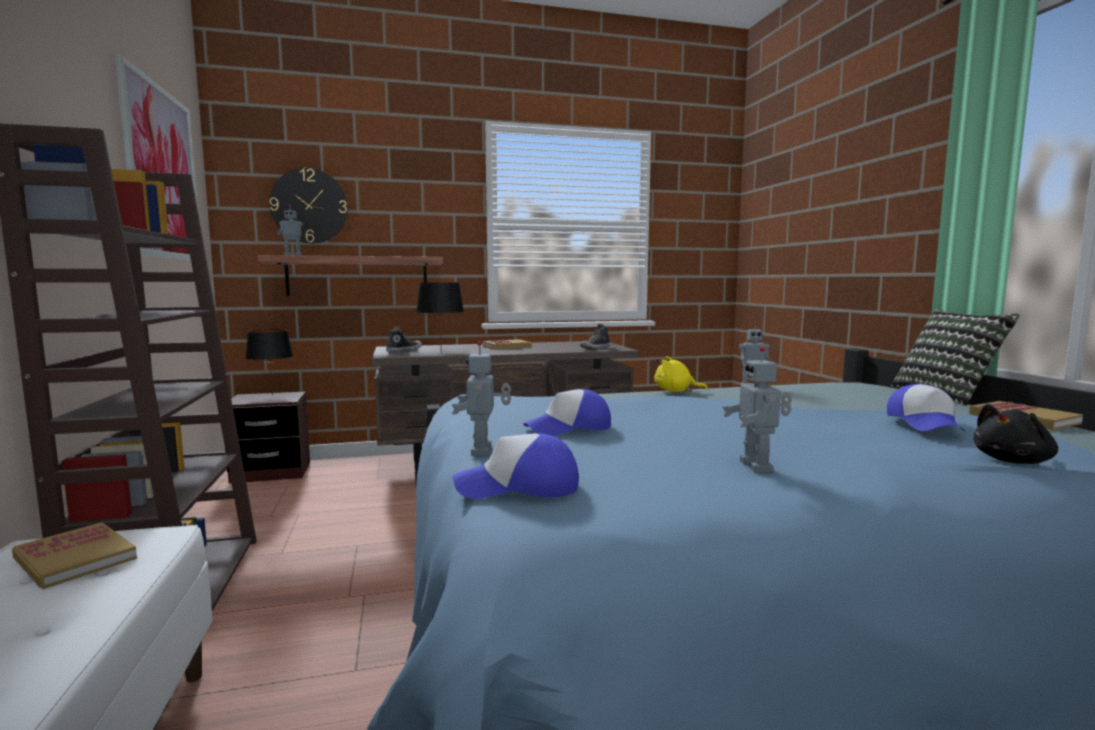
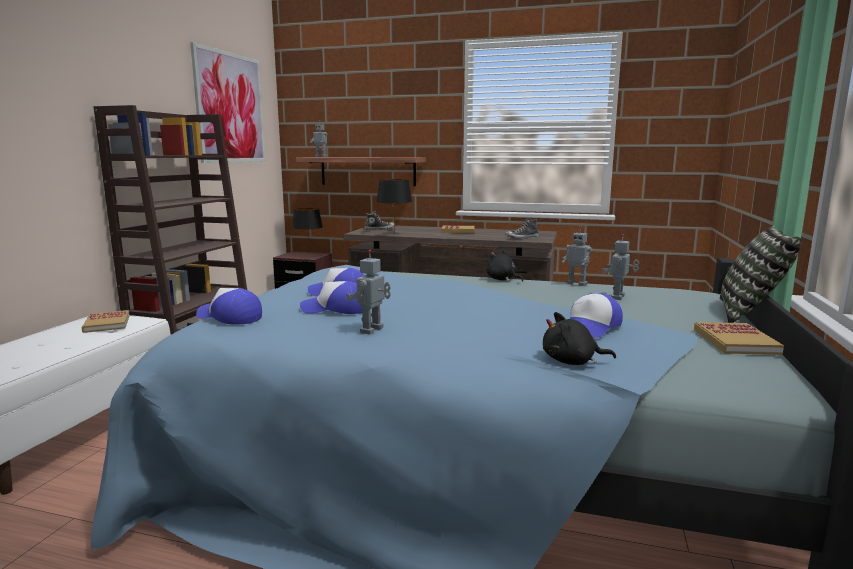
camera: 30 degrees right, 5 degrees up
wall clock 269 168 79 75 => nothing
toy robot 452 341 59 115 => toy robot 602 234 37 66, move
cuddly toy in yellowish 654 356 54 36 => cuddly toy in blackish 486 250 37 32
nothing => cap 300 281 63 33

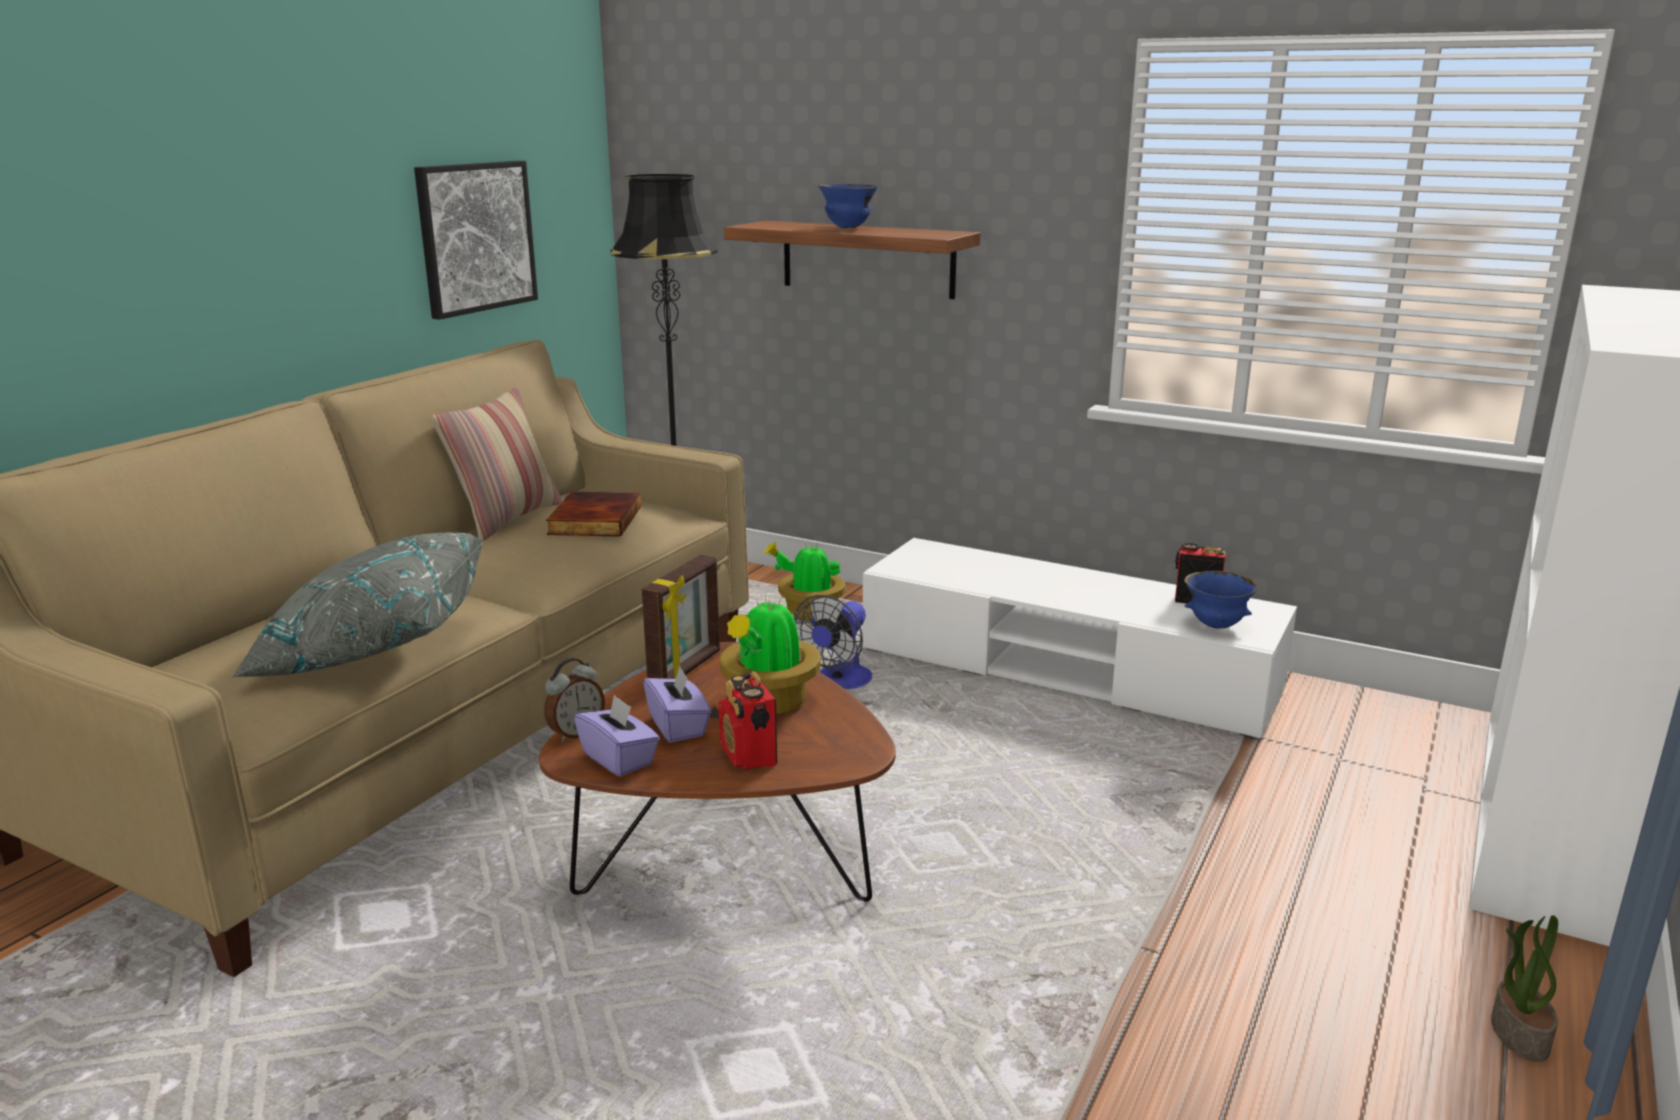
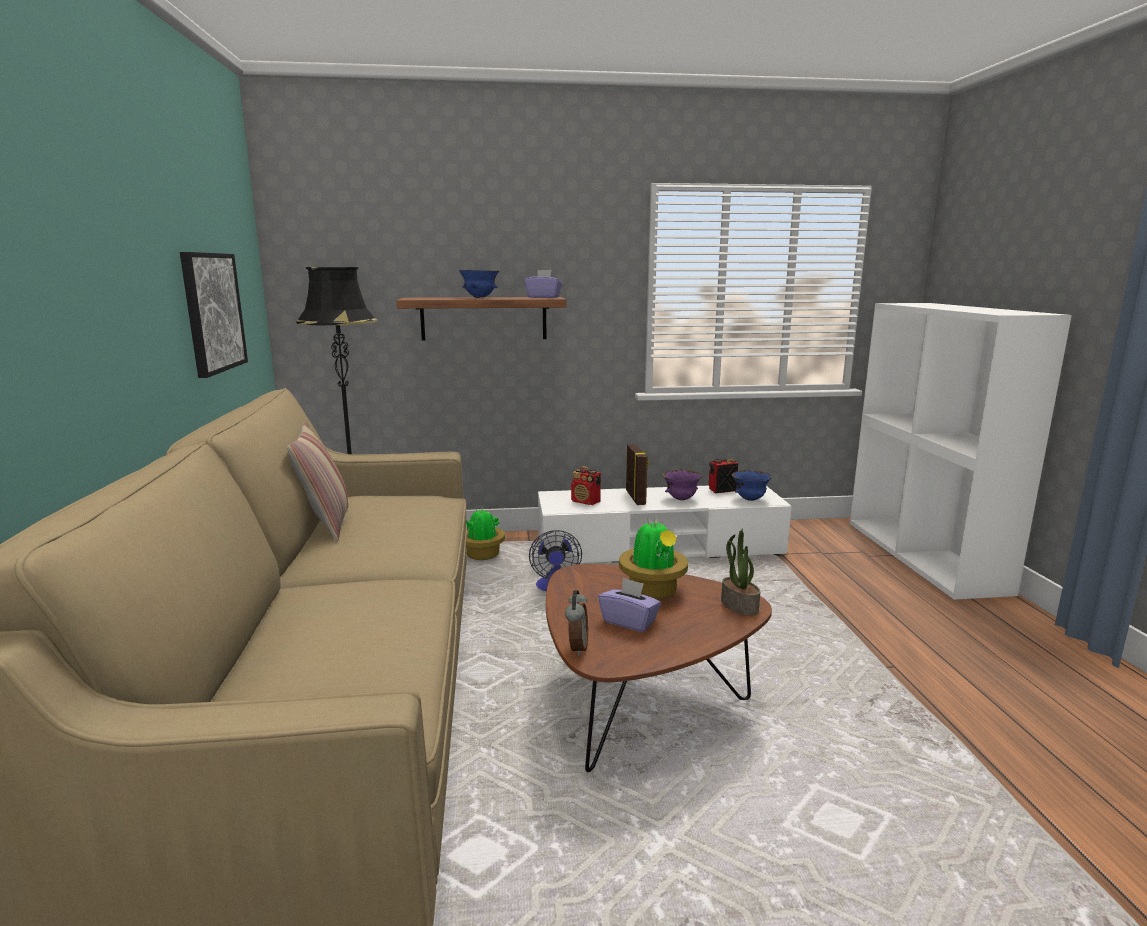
camera: 35 degrees left, 5 degrees down
volume 546 492 96 44 => nothing
throw pillow in gray 231 533 252 145 => nothing
standing frame 642 555 78 124 => standing frame 626 444 23 61, move
radio 718 671 59 99 => radio 571 466 30 39, move
tissue holder in purplish 574 694 86 83 => tissue holder in purplish 524 270 38 28, move
potted plant 1491 915 67 147 => potted plant 721 528 39 88, move
nothing => bowl in purplish 662 469 40 31

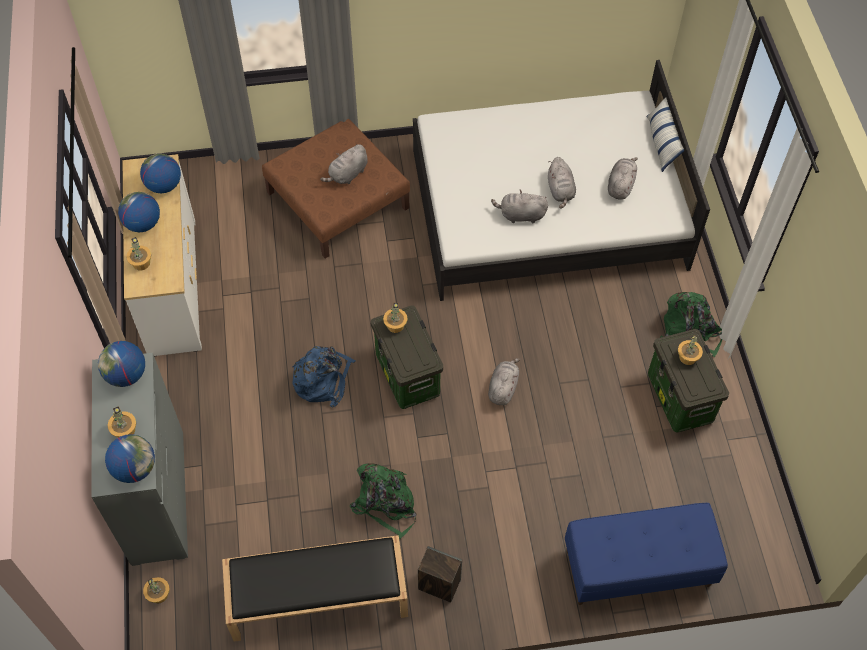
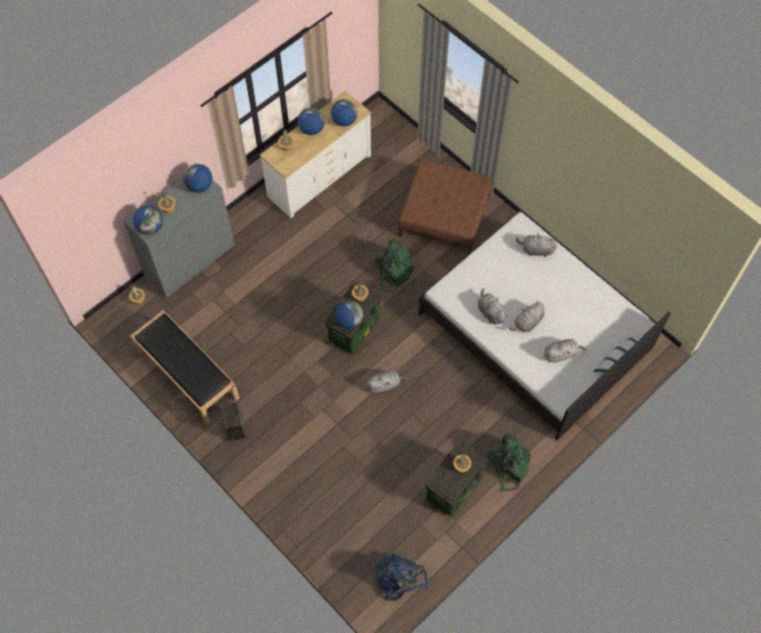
camera: 55 degrees right, 5 degrees up
cuddly toy in gray 320 144 48 40 => cuddly toy in gray 516 233 41 24, move
knapsack in blue-coloured 292 346 64 62 => knapsack in blue-coloured 376 553 53 48, move
knapsack in green 350 463 67 76 => knapsack in green 375 239 41 52, move
bench in blue-coloured 565 503 163 102 => nothing
nothing => globe 335 300 28 29

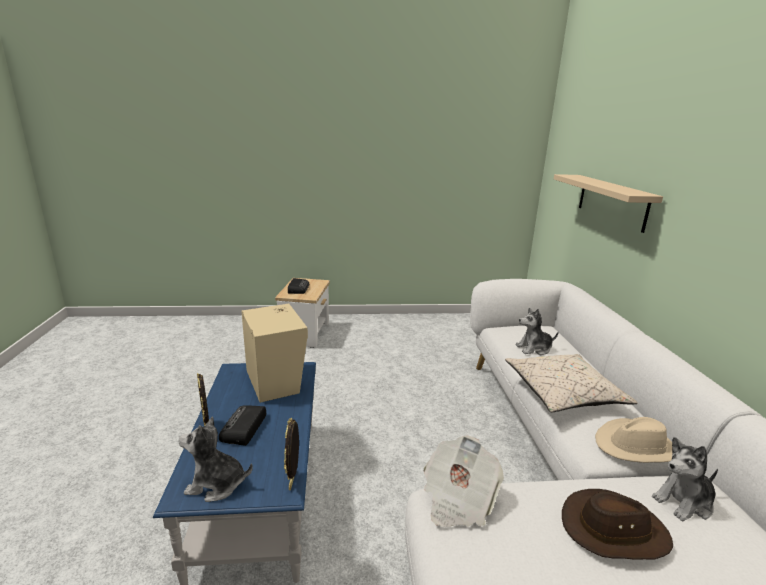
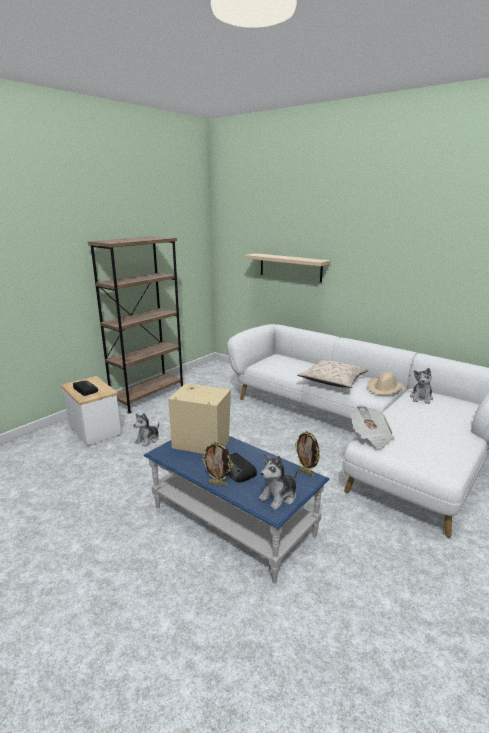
camera: 45 degrees left, 0 degrees up
cuddly toy 516 308 43 47 => cuddly toy 133 413 26 34, move
wearable hat in brownish 562 489 111 71 => nothing
nothing => bookshelf in brownish 88 236 95 177

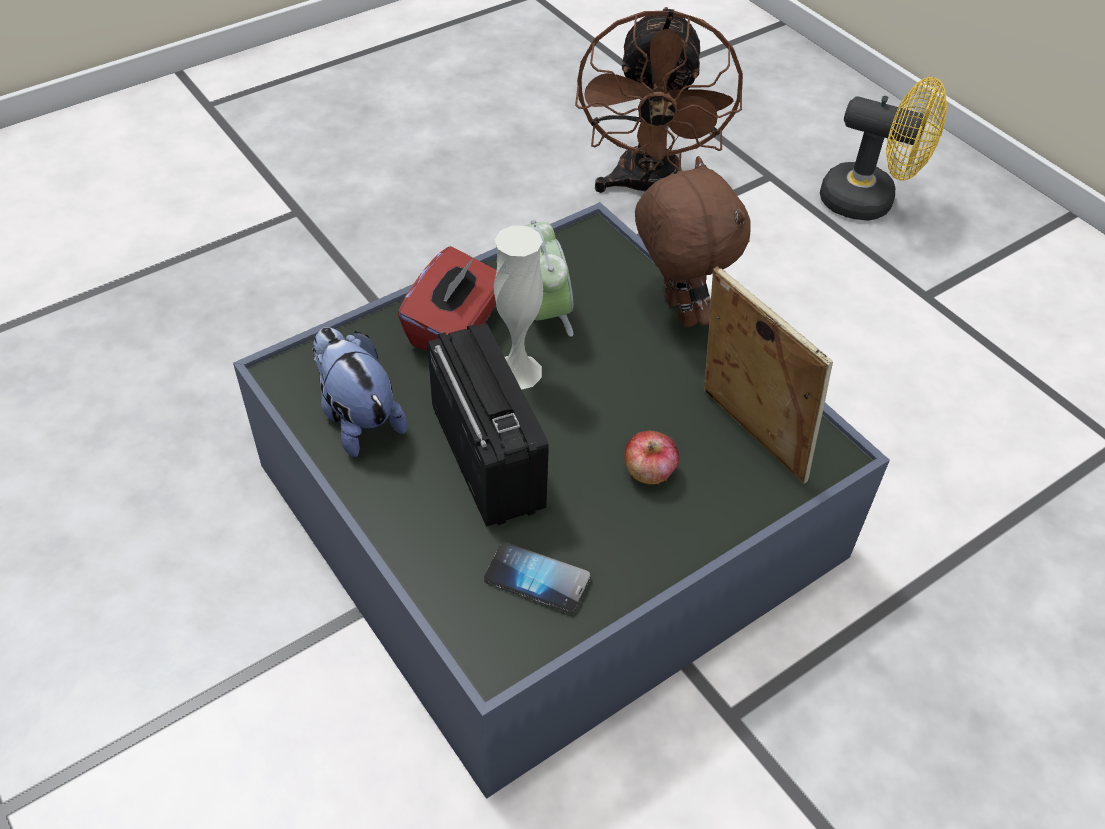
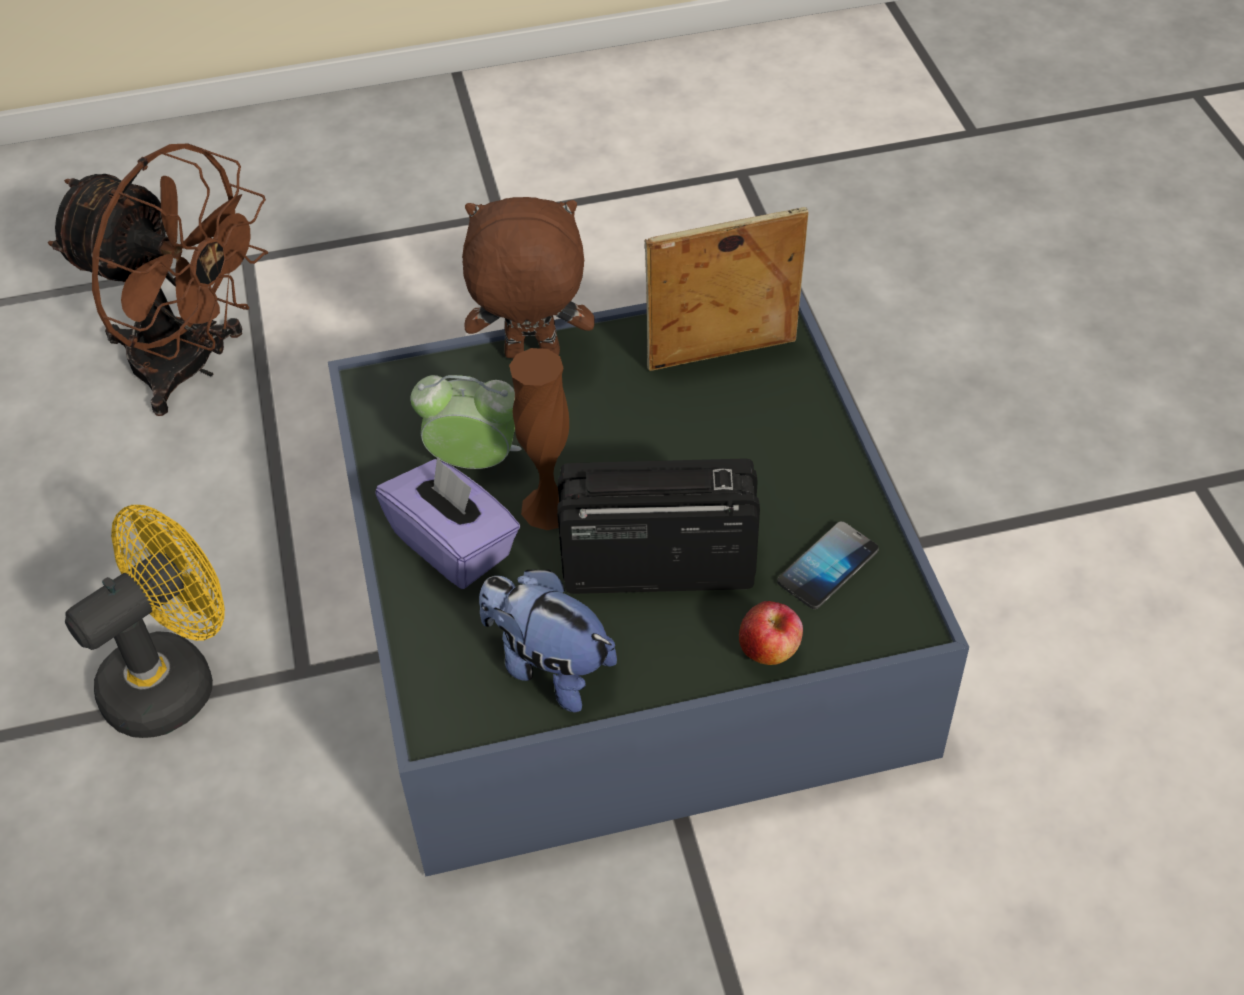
camera: 65 degrees left, 0 degrees up
cooling fan in yellowish 820 77 127 144 => cooling fan in yellowish 65 505 160 233, move
vase in white 494 226 49 164 => vase in brownish 509 348 60 182
tissue holder in reddish 398 246 99 105 => tissue holder in purplish 375 456 145 133
cuddly toy 312 327 95 130 => cuddly toy 479 569 138 143, 45 degrees clockwise
whole apple 624 431 55 54 => whole apple 739 601 64 64, move

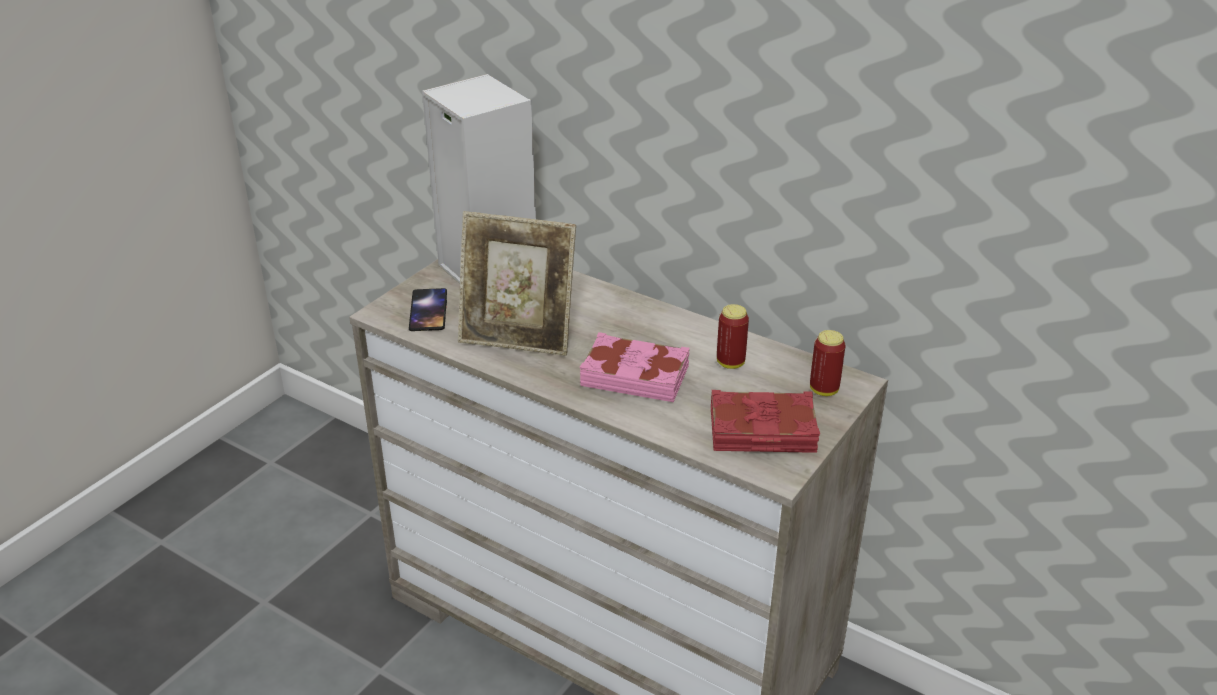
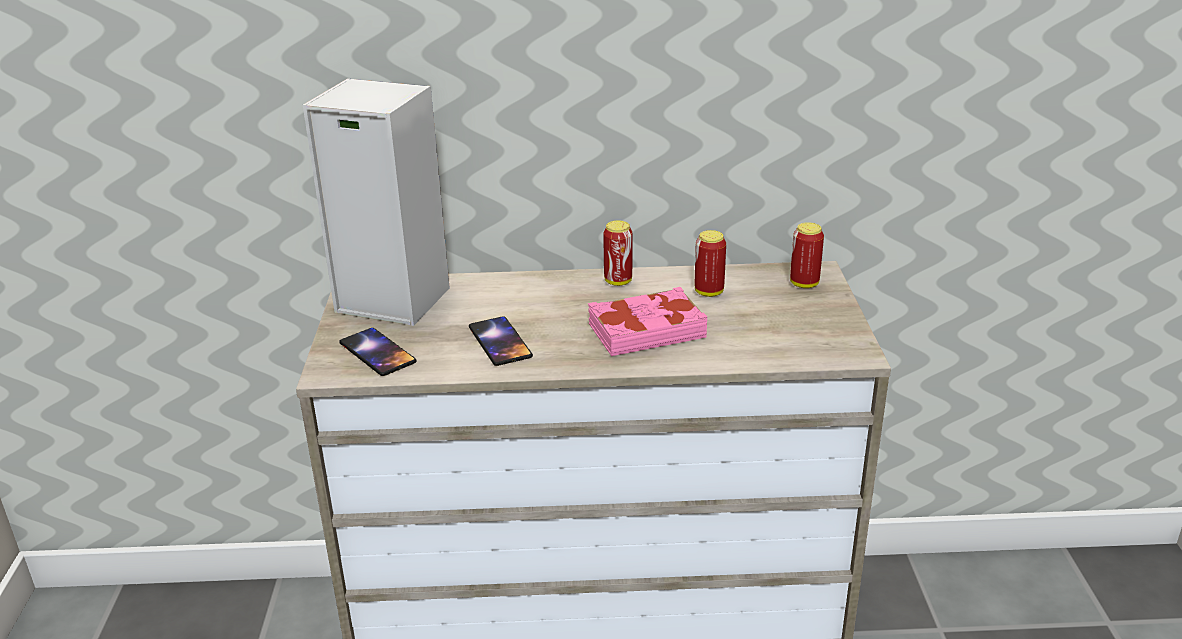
camera: 35 degrees left, 5 degrees down
standing frame 458 211 118 145 => telephone 469 316 64 50
volume in reddish 711 390 109 63 => nothing
nothing => metal can 603 220 30 66

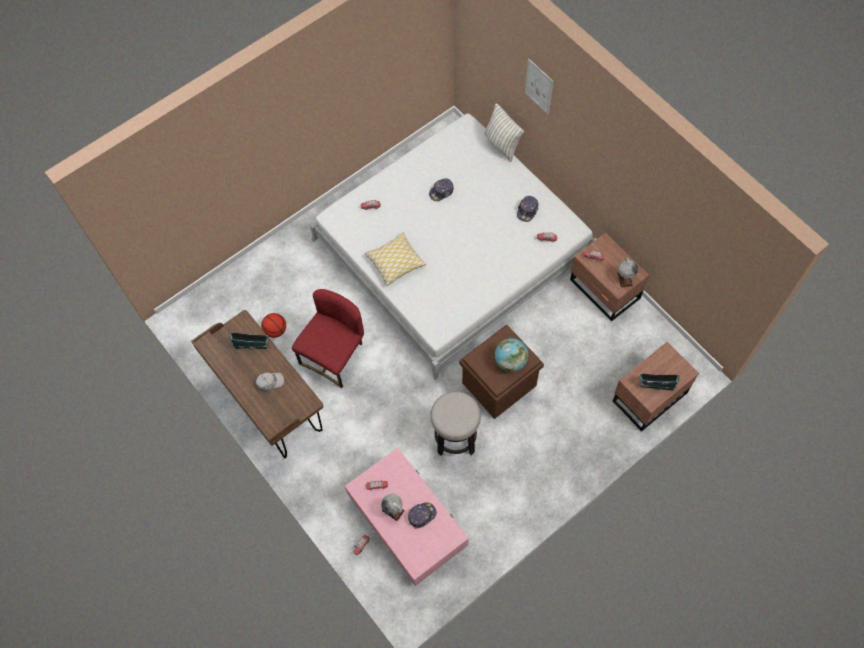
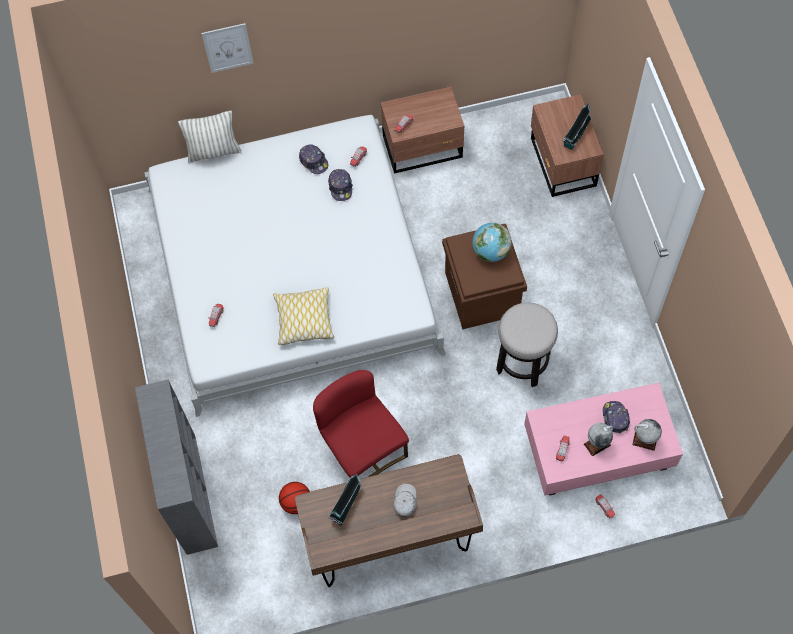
camera: 65 degrees left, 0 degrees up
cap 429 178 25 23 => cap 328 169 25 32, move
globe 617 258 21 30 => globe 632 419 30 32, move
nothing => bookshelf in gray 135 379 83 176

